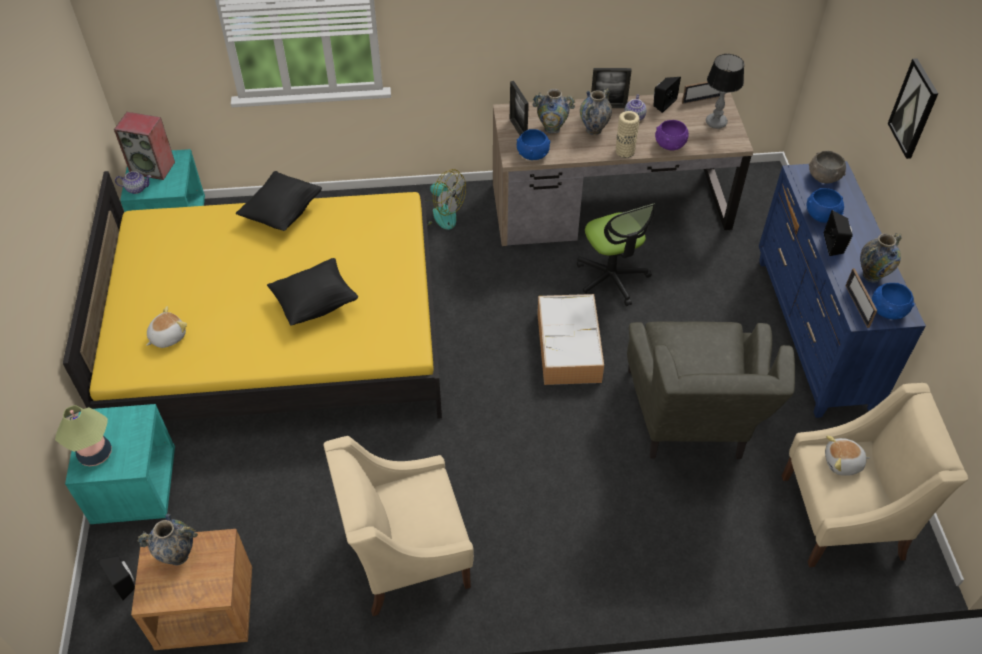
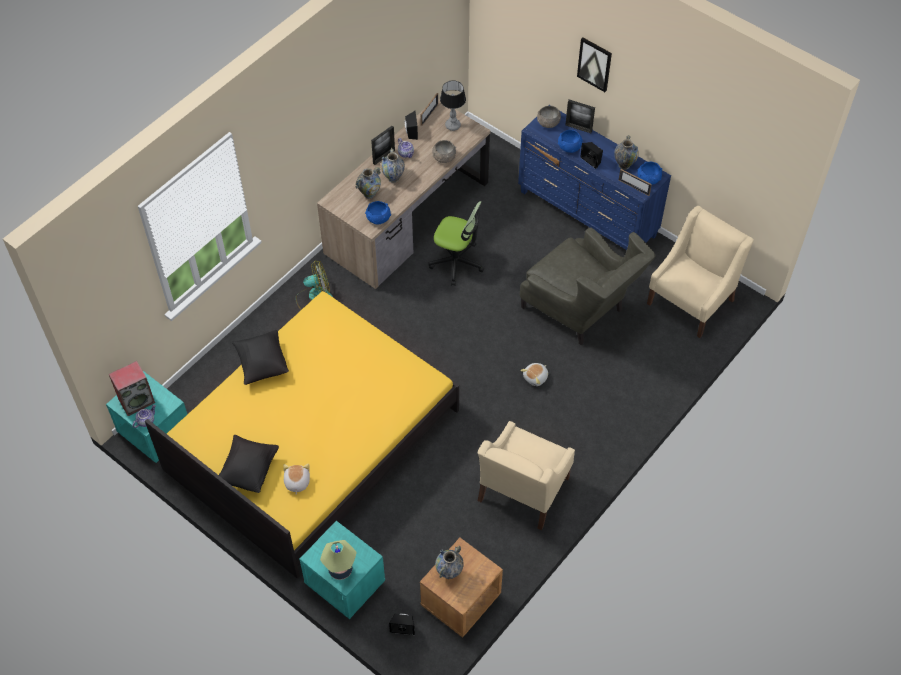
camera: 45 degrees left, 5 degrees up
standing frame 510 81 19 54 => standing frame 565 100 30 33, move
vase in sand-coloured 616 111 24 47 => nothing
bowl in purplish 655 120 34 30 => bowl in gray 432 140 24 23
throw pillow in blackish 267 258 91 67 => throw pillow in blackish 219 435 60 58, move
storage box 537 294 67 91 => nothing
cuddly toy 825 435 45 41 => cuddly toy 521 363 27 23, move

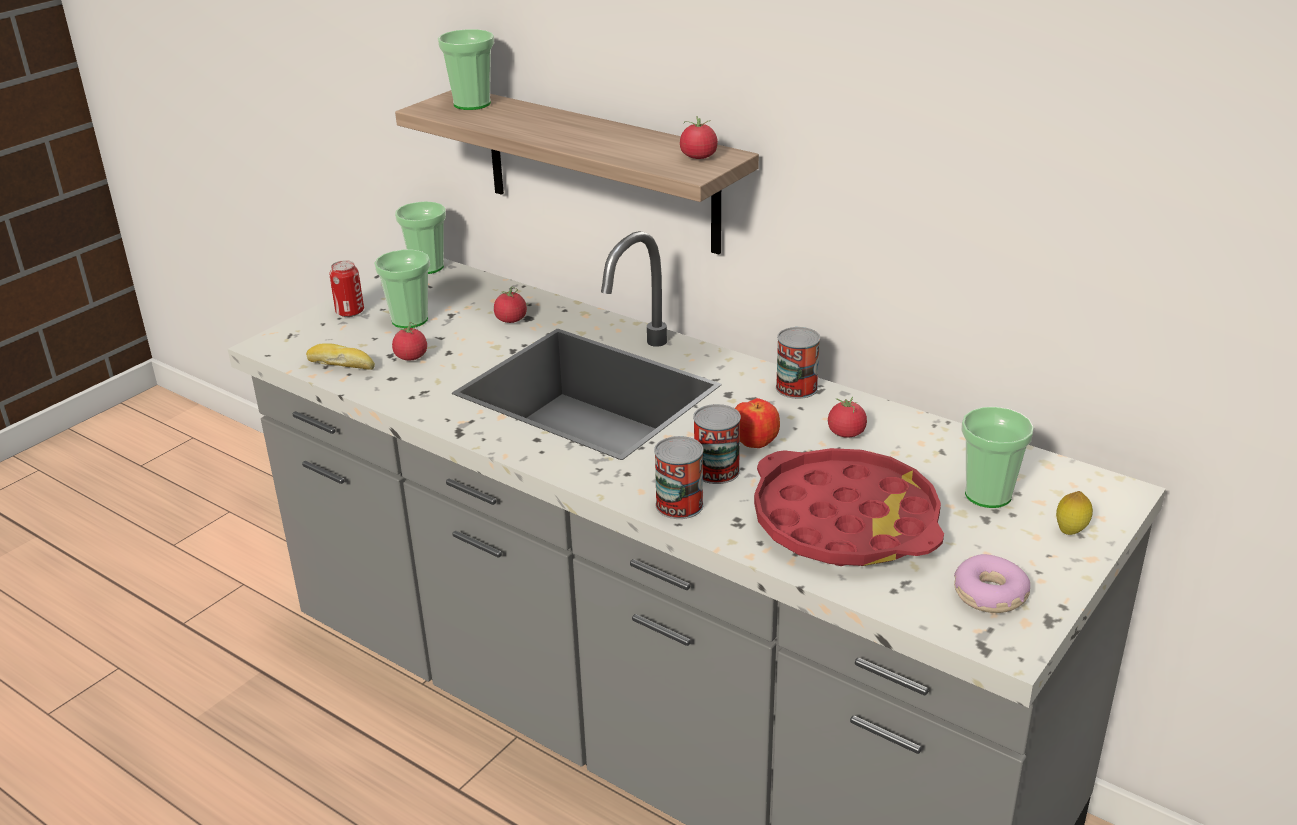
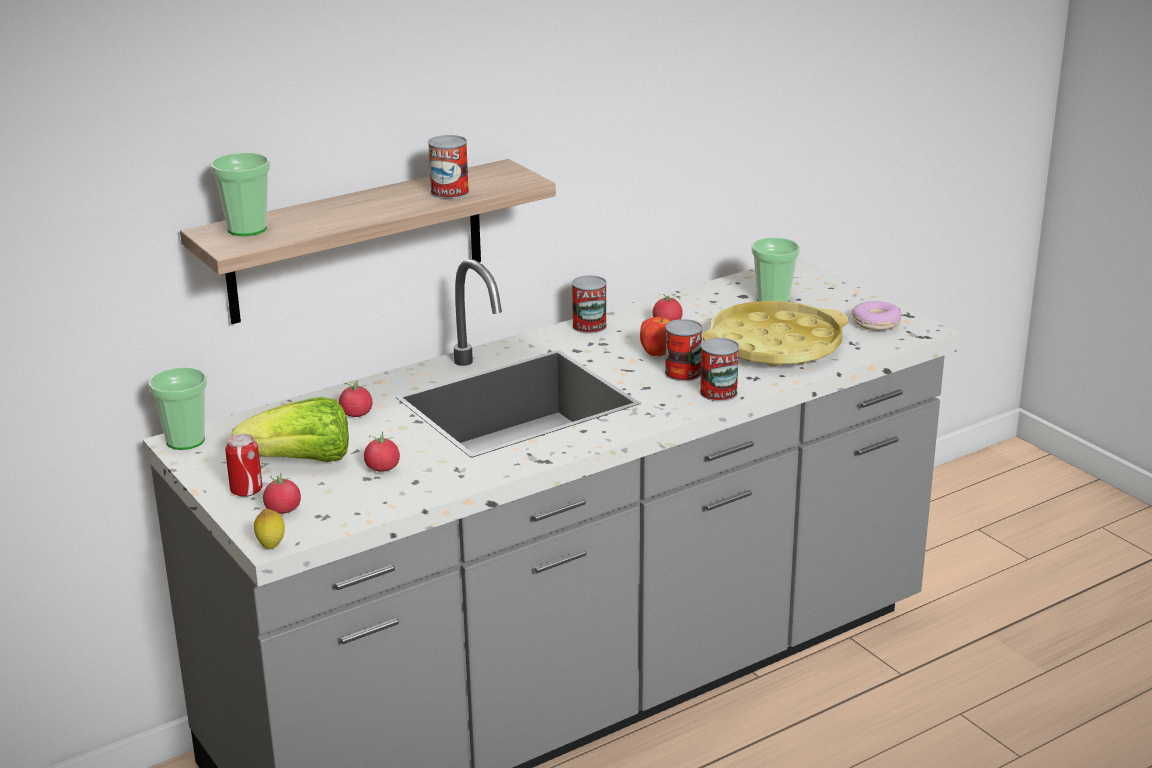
camera: 70 degrees left, 5 degrees down
whole tomato 680 116 38 43 => whole tomato 263 473 38 41, move
cup 374 250 56 78 => lettuce head 232 397 117 65
baked bread 306 343 69 27 => nothing
tray in reddish 754 448 190 118 => tray in yellowish 702 301 146 65
lemon 1056 491 37 44 => lemon 254 508 31 41, move
nothing => metal can 428 135 41 64

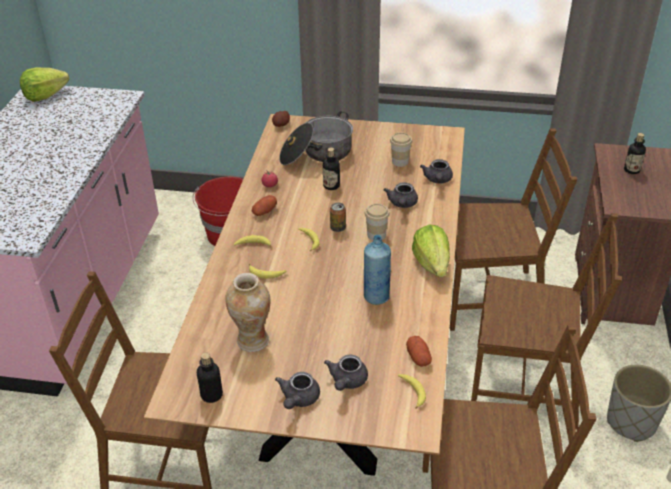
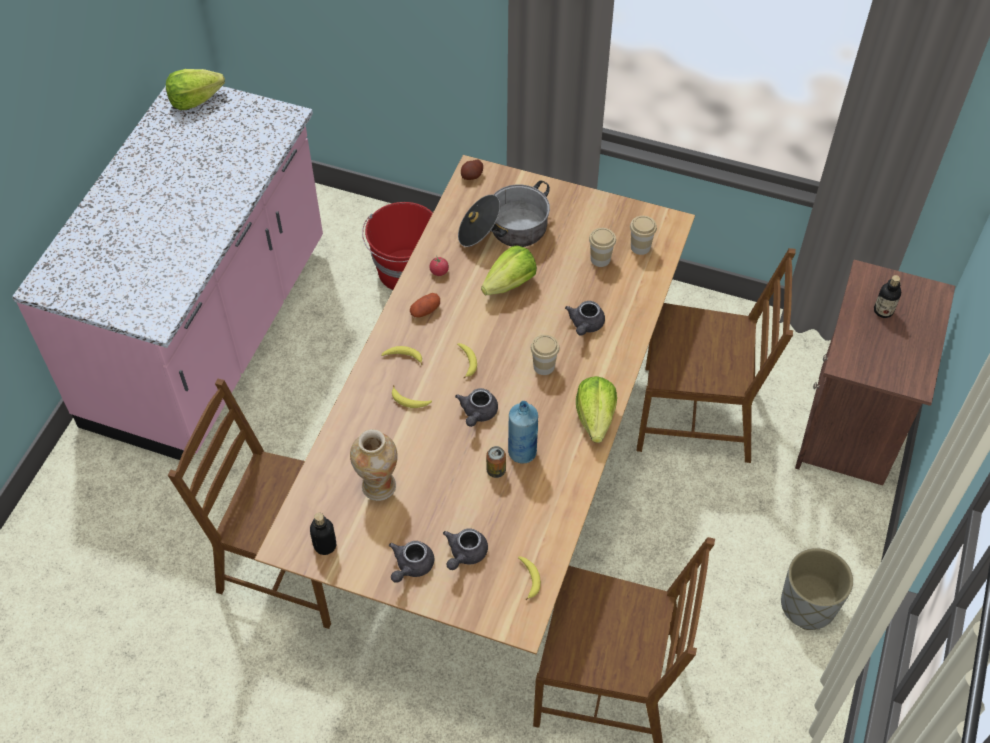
camera: 10 degrees right, 15 degrees up
beverage bottle 323 148 17 42 => lettuce head 481 245 56 50
pot for tea in gray 420 159 33 24 => pot for tea in gray 455 388 43 39, move
metal can 330 202 16 30 => metal can 486 446 20 32, move
upright chair in brownish 471 213 151 217 => nothing
spud 406 336 26 31 => nothing
nothing => cup 630 216 27 39

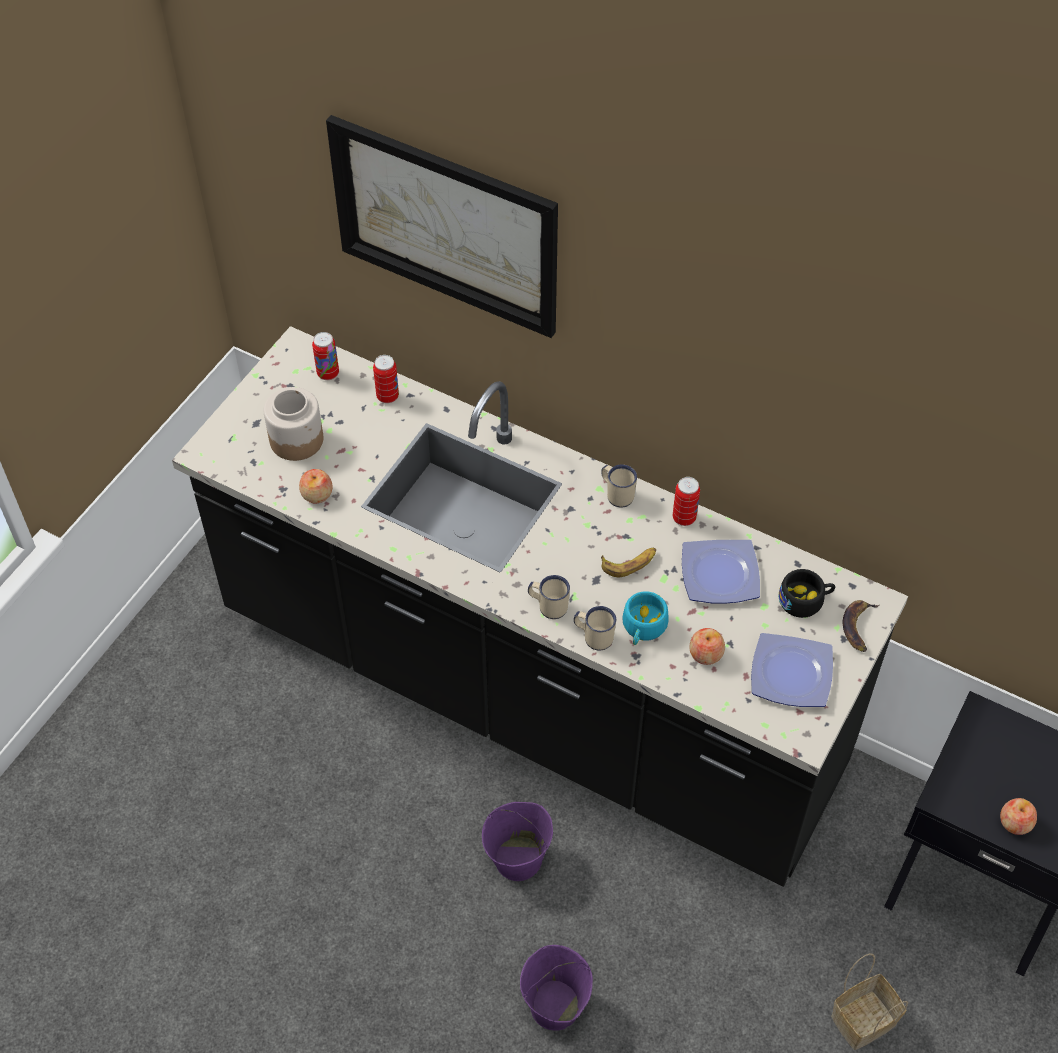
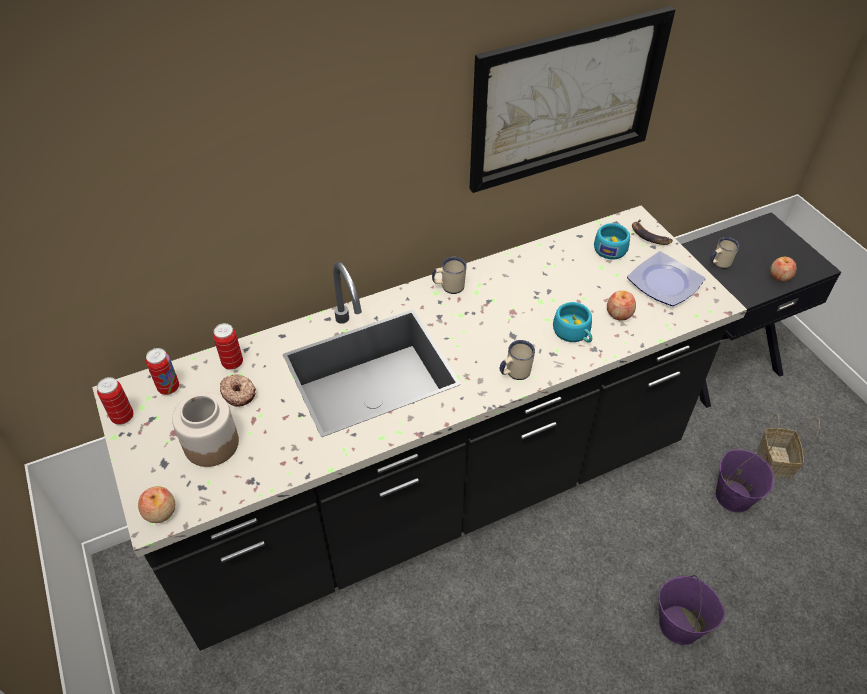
camera: 55 degrees left, 5 degrees down
wall art 326 115 232 223 => wall art 470 6 206 187, move
whole apple 299 469 33 34 => whole apple 138 486 37 37, move
metal can 673 477 27 49 => metal can 97 377 37 48, move
flat dish 682 540 78 64 => nothing
whole banana 601 547 55 30 => nothing
cup in blackish 778 569 57 49 => cup in turquoise 594 223 36 36
mug in sand-coloured 574 606 42 45 => mug in sand-coloured 710 237 29 32, move
bucket in purplish 482 802 71 79 => bucket in purplish 716 449 58 64, move
nothing => doughnut 220 374 36 33

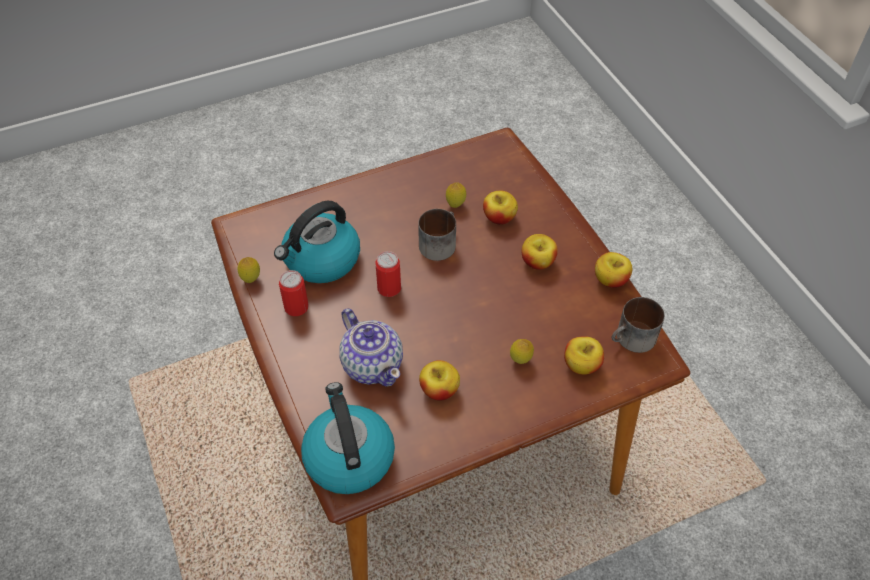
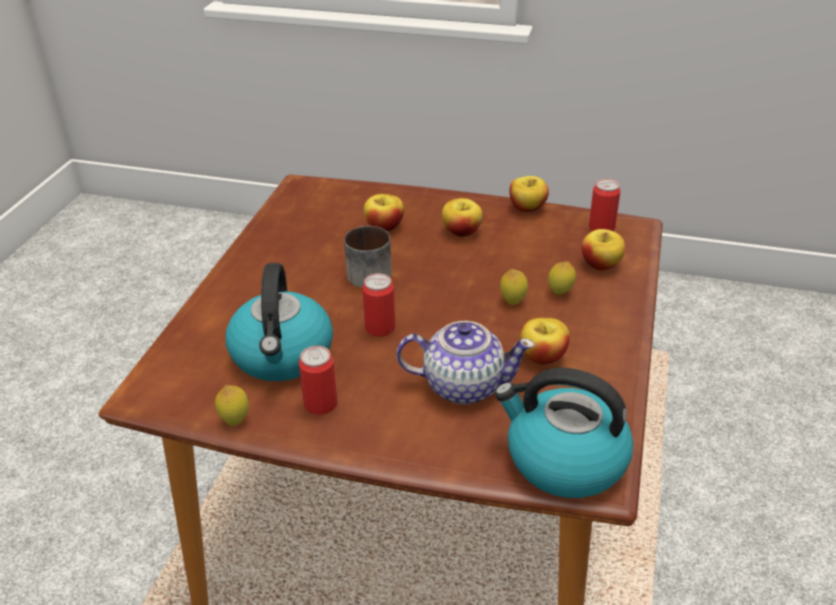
camera: 50 degrees left, 15 degrees down
lemon 446 182 20 26 => lemon 500 269 28 36, move
mug 611 297 54 56 => metal can 589 179 31 52

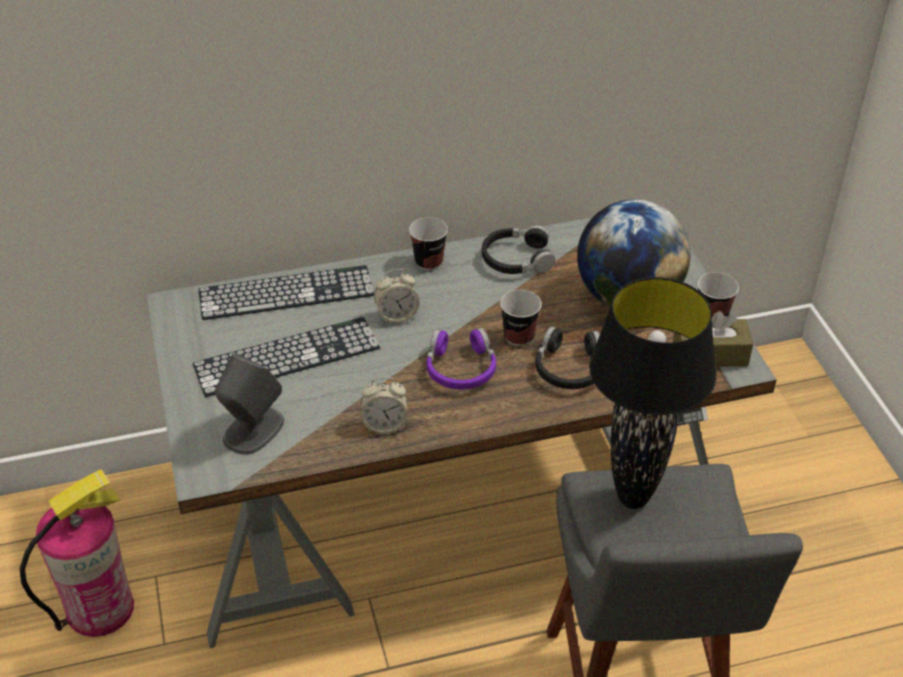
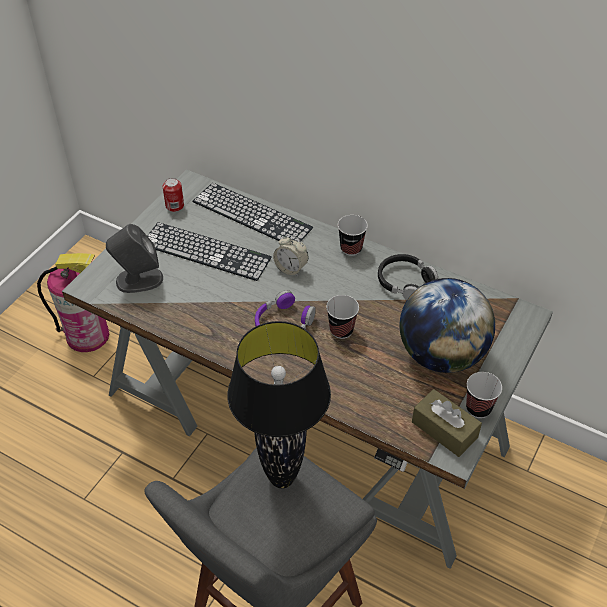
camera: 45 degrees right, 5 degrees up
headphones in blackish 536 326 64 63 => nothing
alarm clock 361 377 47 57 => nothing
nothing => metal can 162 178 22 34

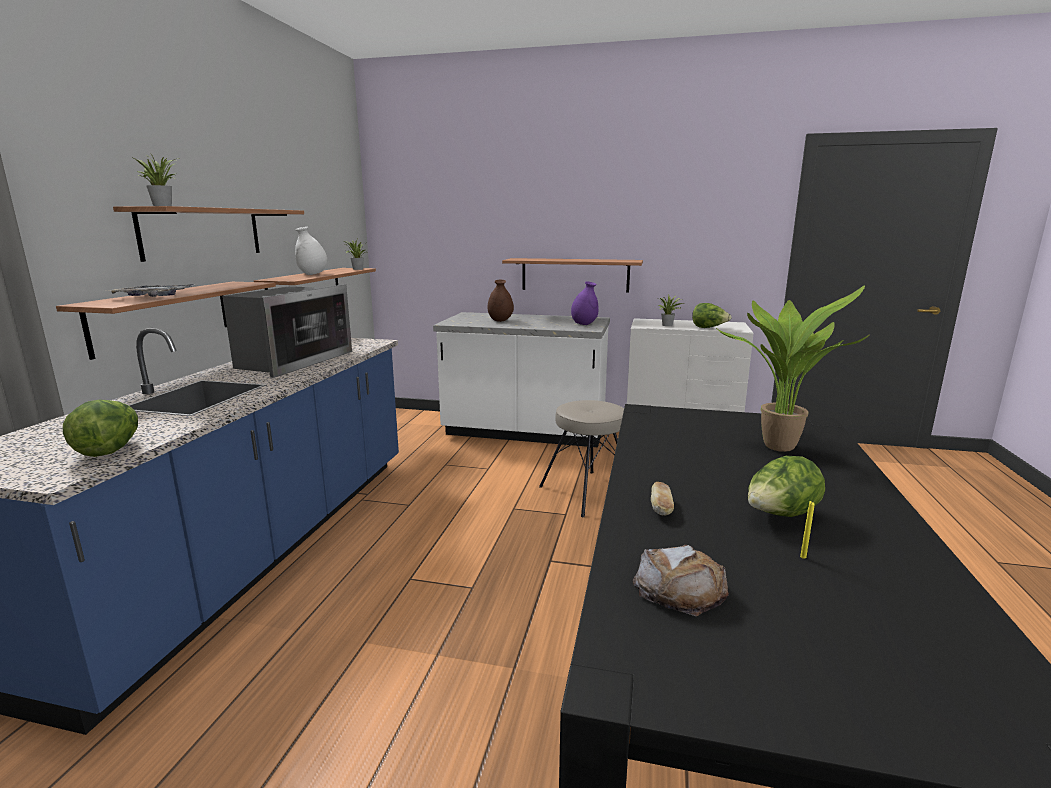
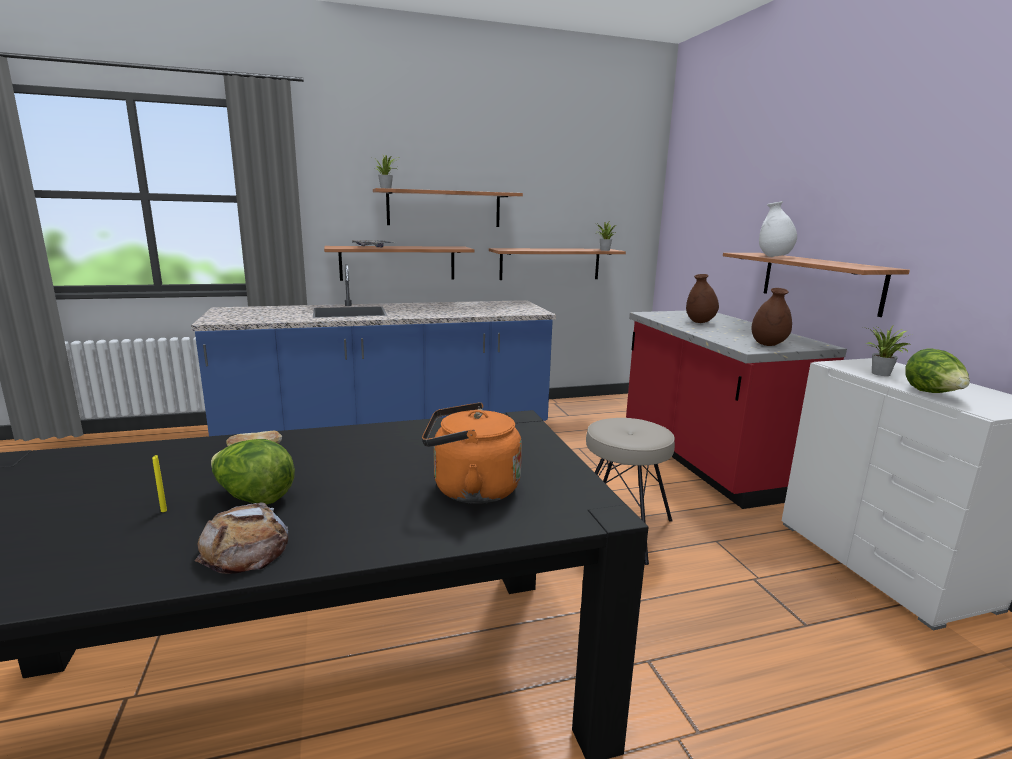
camera: 60 degrees right, 0 degrees up
vase in white 295 227 32 48 => vase in white 759 201 38 56, move
vase in purplish 571 282 27 43 => vase in brownish 752 288 40 58
kitchen microwave 222 284 130 94 => nothing
potted plant 715 285 155 167 => water kettle in orange-coloured 422 402 100 102
kitchen base unit in white 433 312 177 135 => kitchen base unit in reddish 626 311 221 198
lettuce head 63 400 75 57 => nothing
baked bread 633 545 96 71 => baked bread 195 502 94 72, move

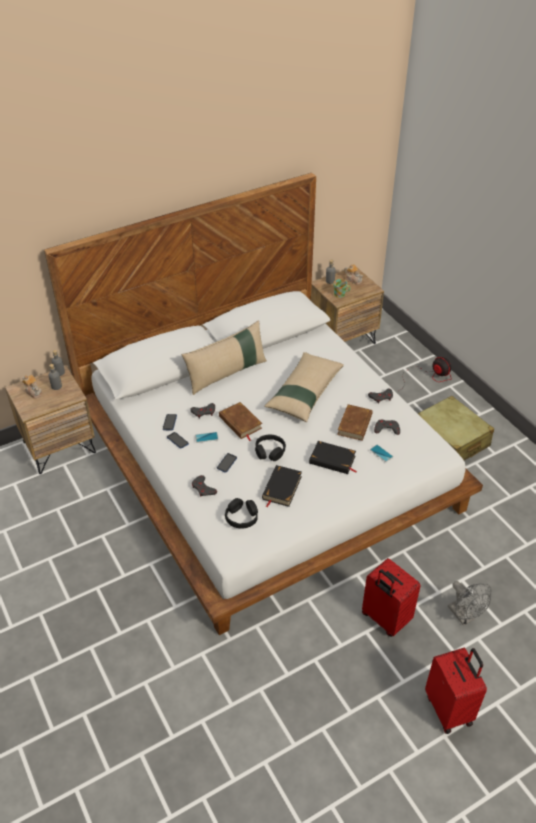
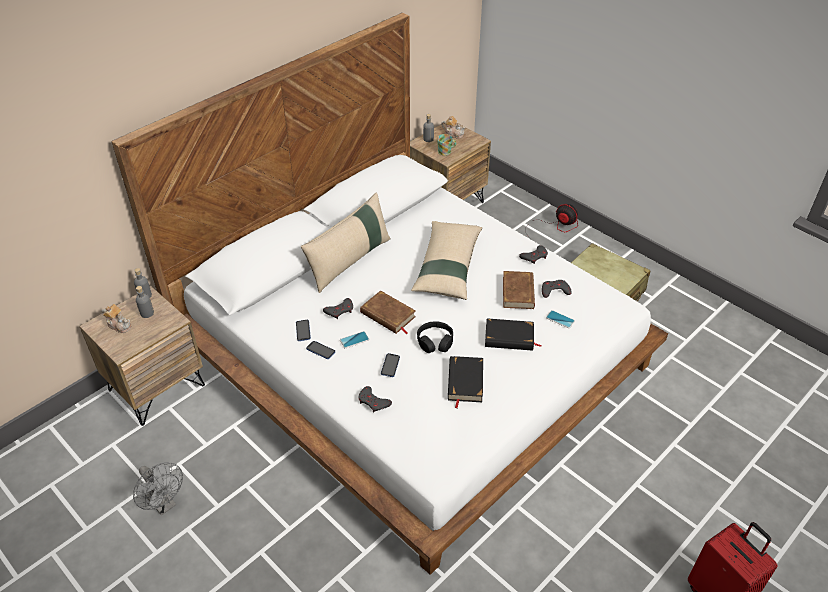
camera: 15 degrees left, 0 degrees up
headphones in blackish 225 498 33 30 => nothing
travel case in reddish 362 558 59 79 => nothing
cooling fan in gray 448 581 43 45 => cooling fan in gray 133 462 50 53, move

